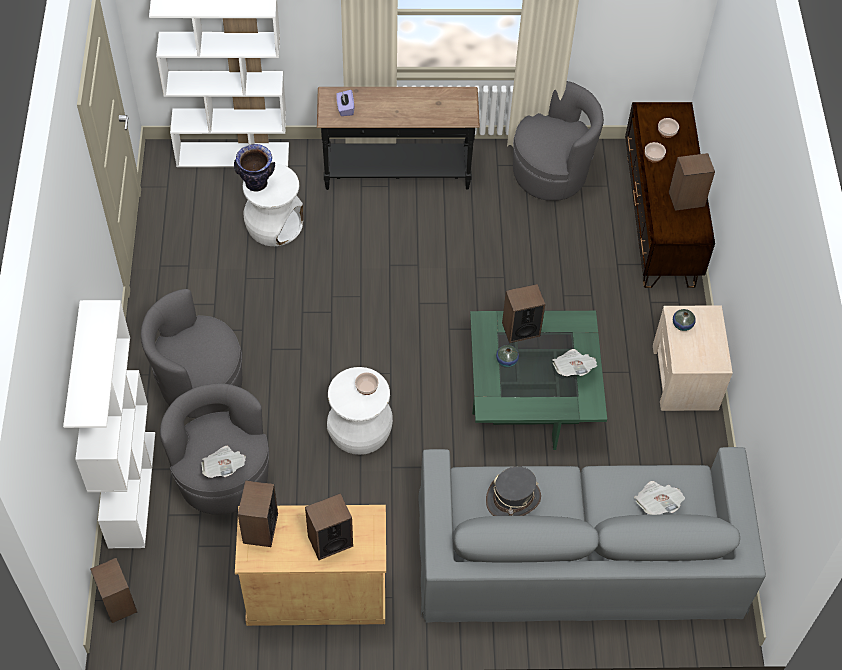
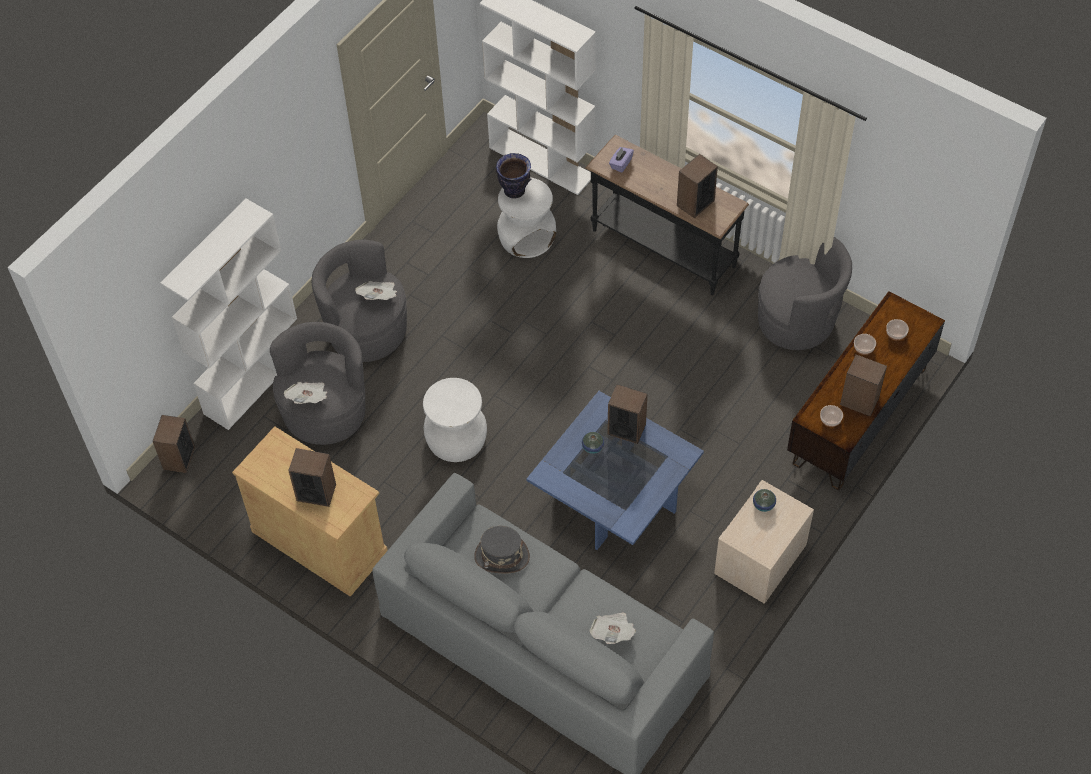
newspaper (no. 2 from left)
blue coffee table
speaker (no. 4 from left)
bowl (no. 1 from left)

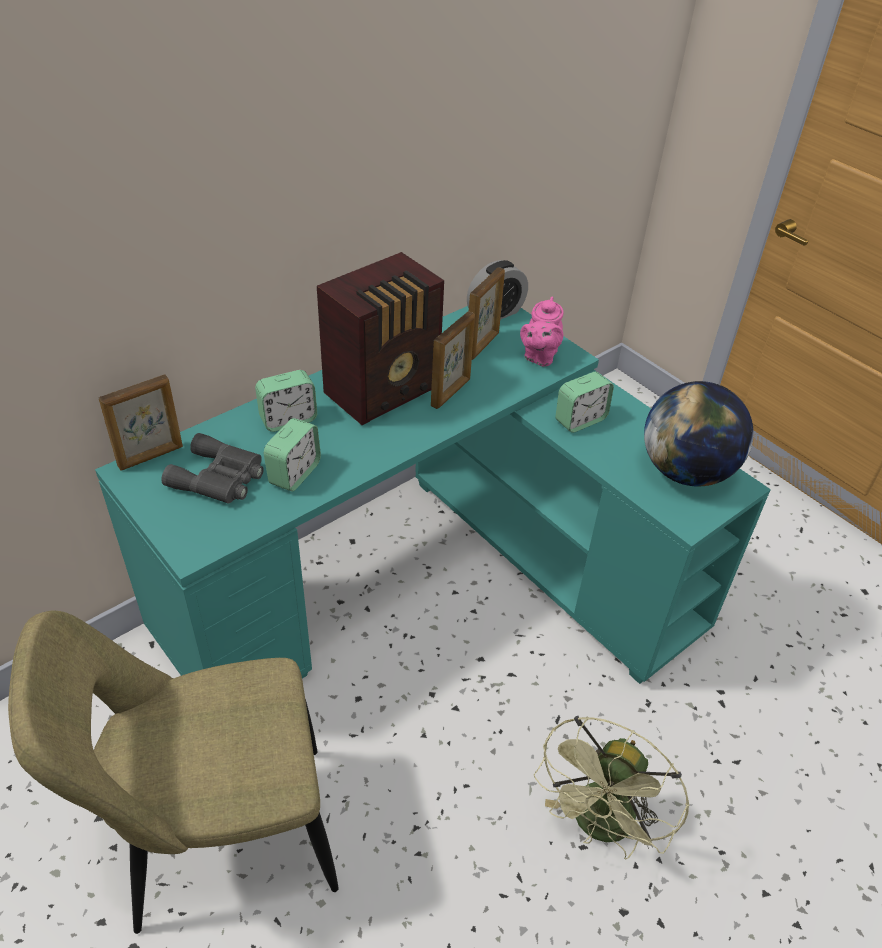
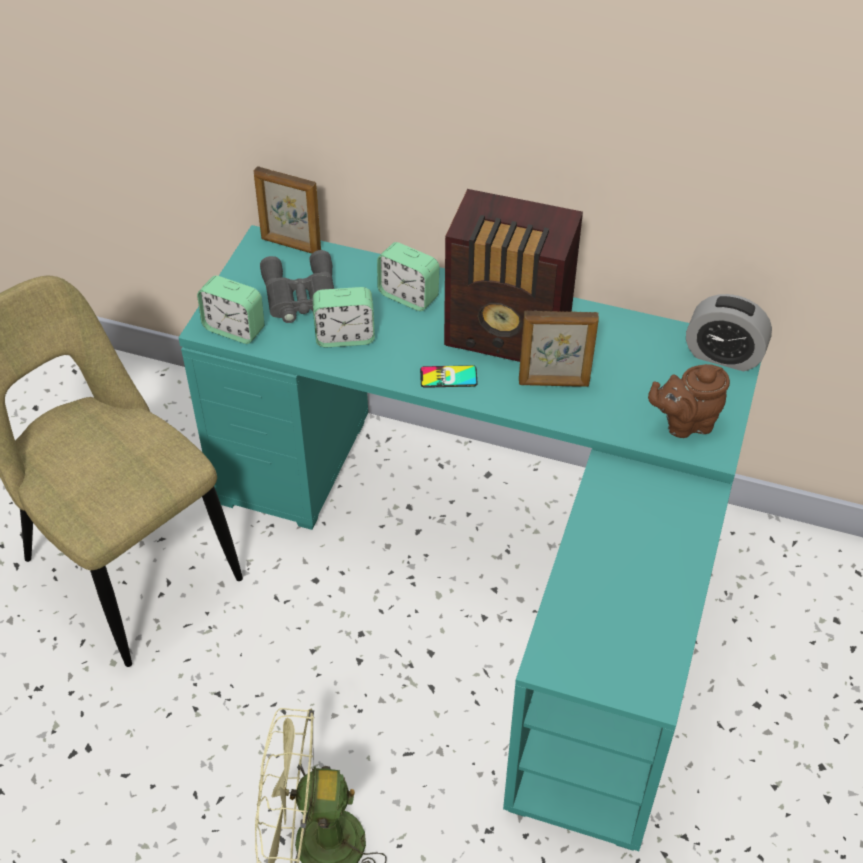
alarm clock (no. 1 from left)
phone
brown teapot
picture frame (no. 3 from left in the first image)
globe

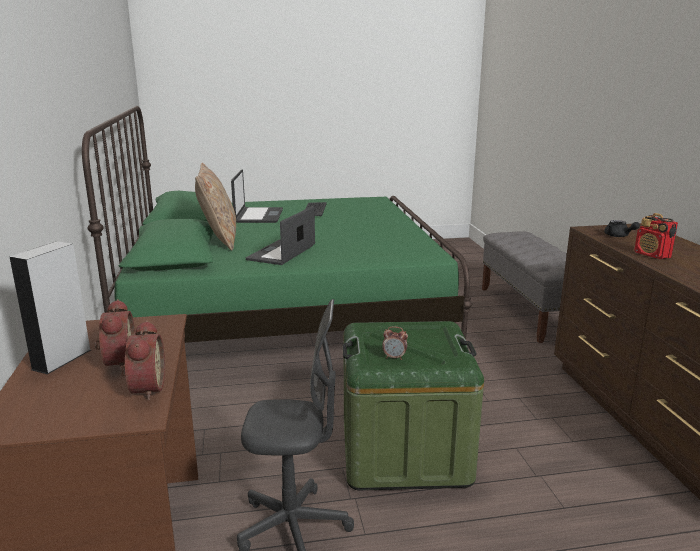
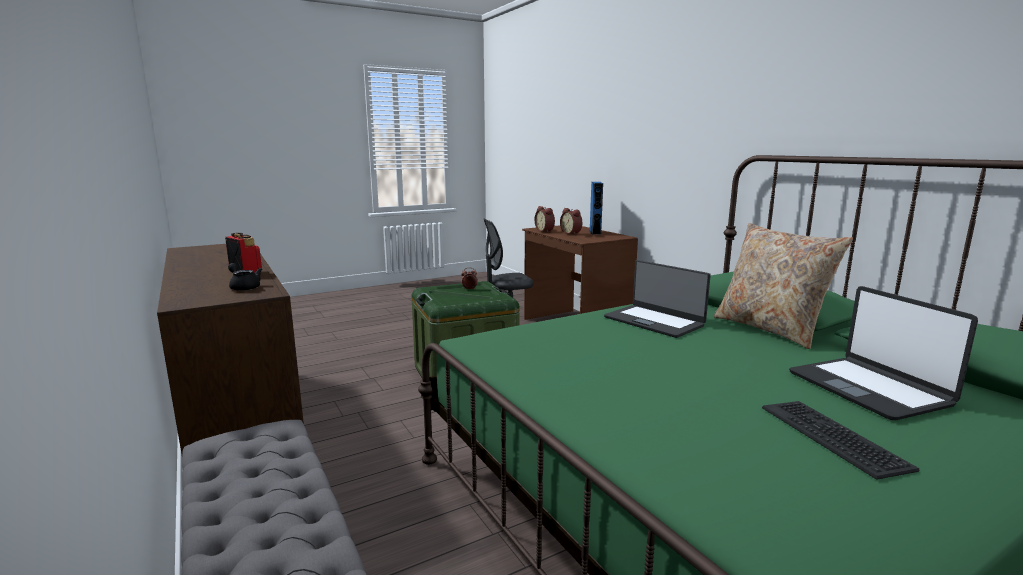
blue speaker
laptop (no. 1 from left)

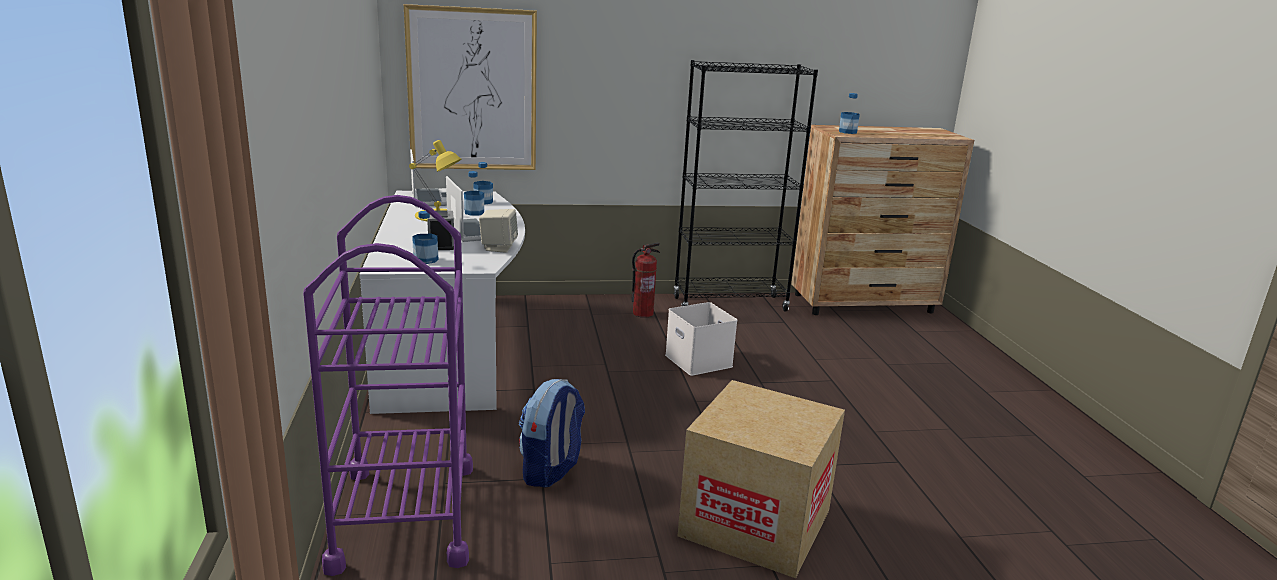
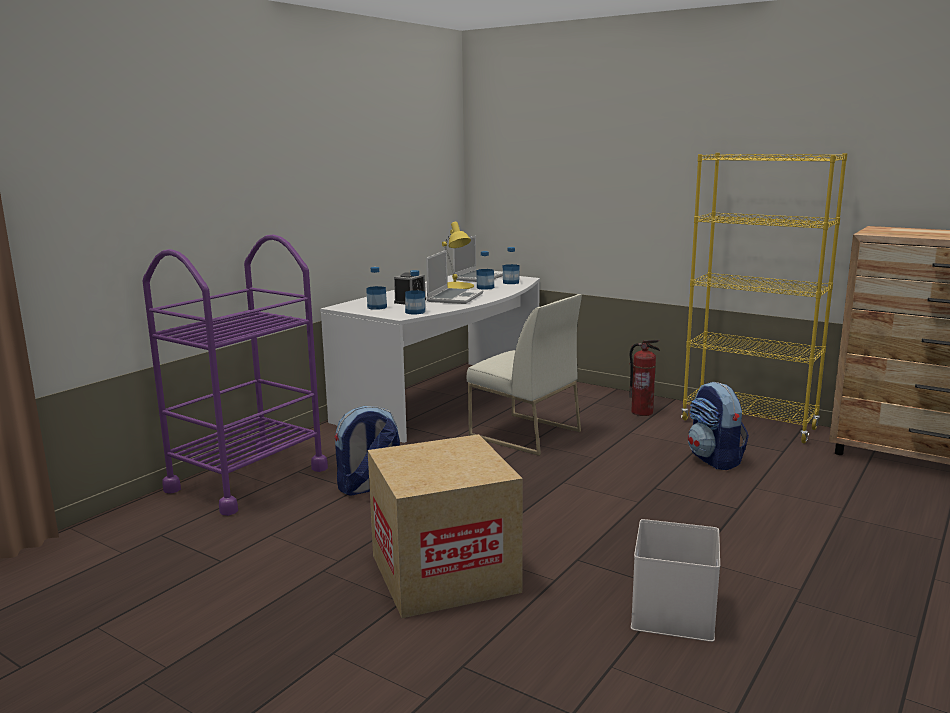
bottle (no. 2 from left)
white chair
white storage box
yellow bookcase
backpack (no. 2 from left)
picture
beige speaker

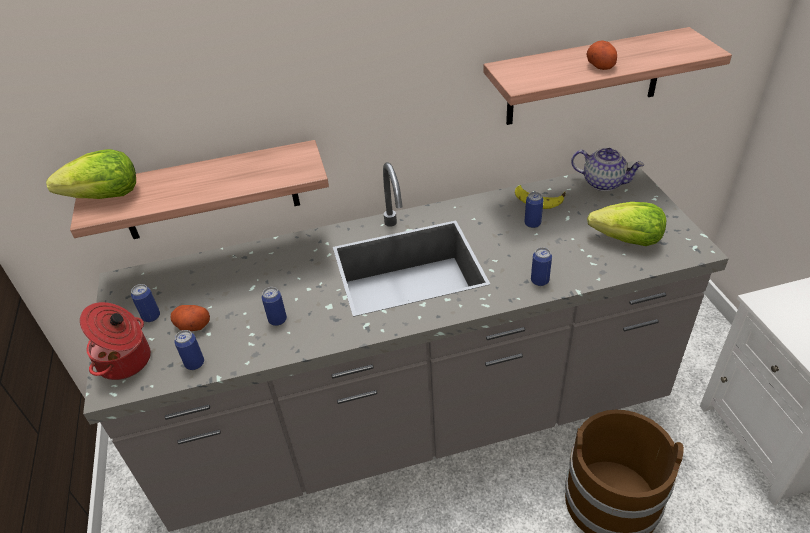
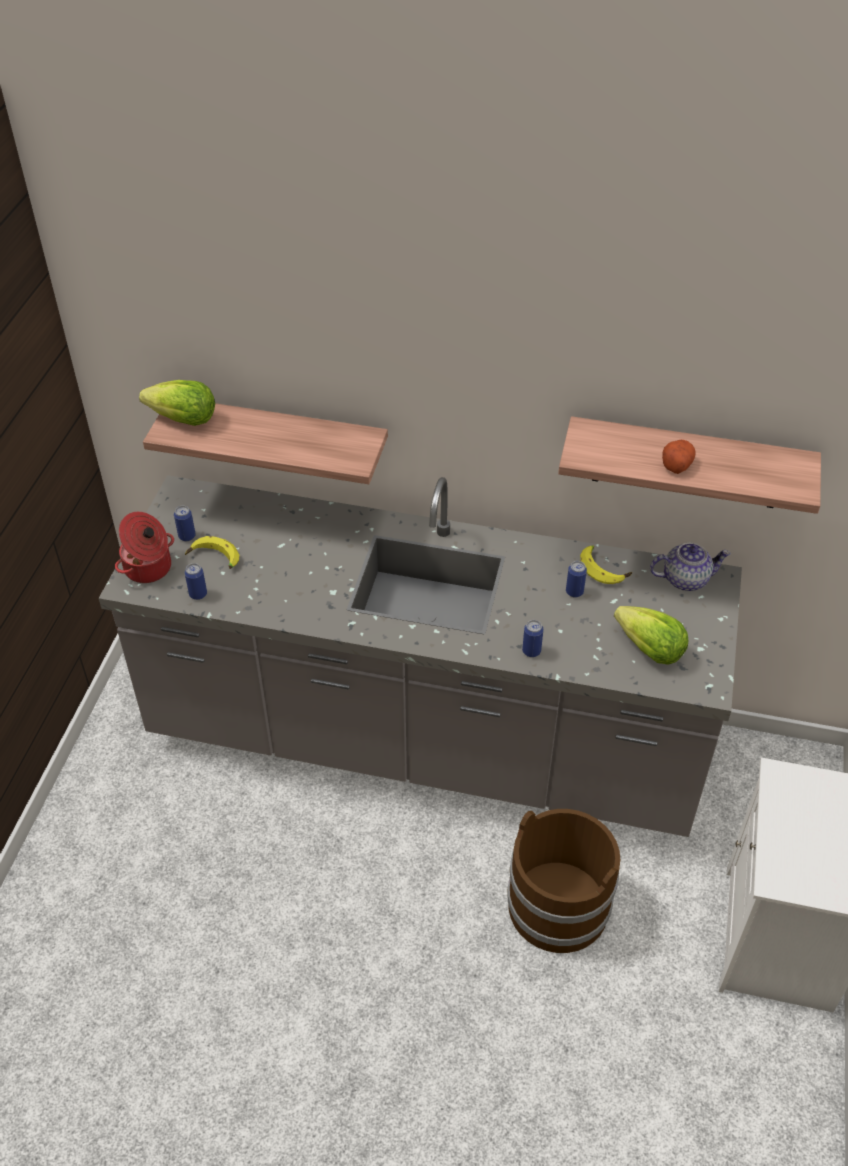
banana (no. 1 from left)
teapot
can (no. 3 from left in the first image)

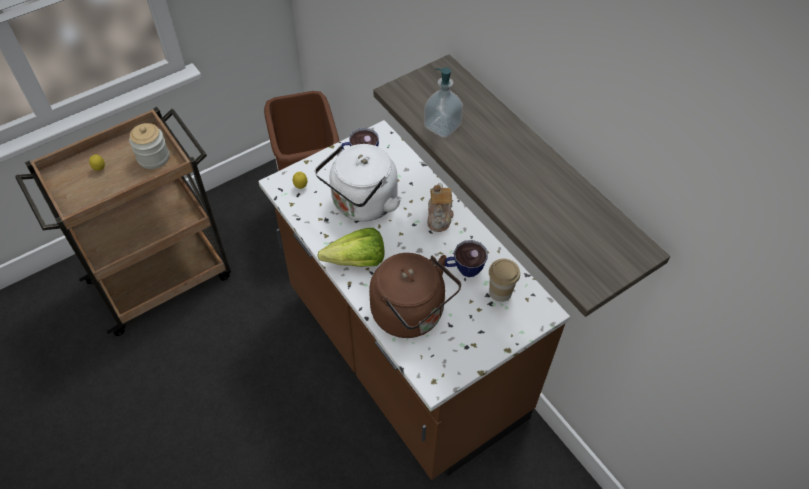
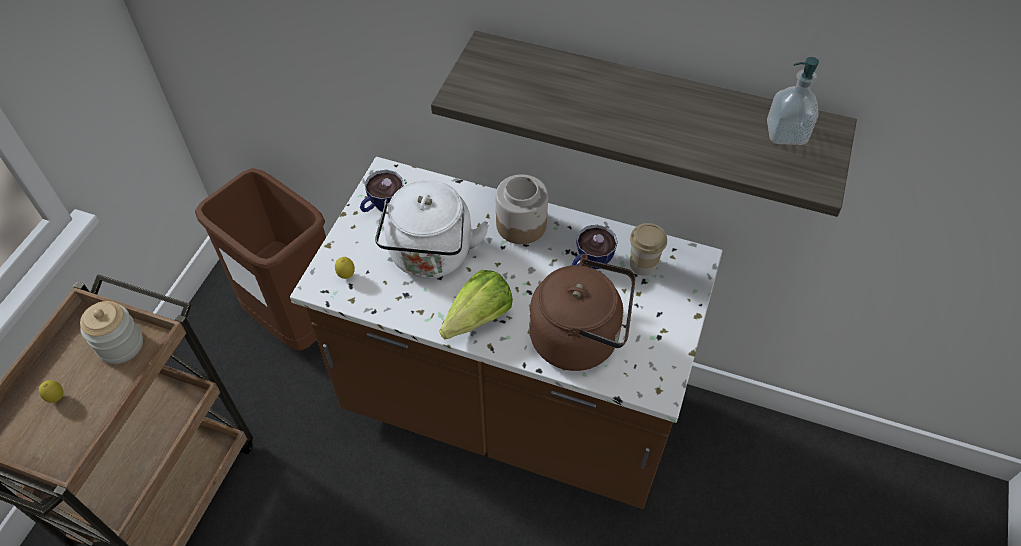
jar (no. 2 from left)
soap dispenser

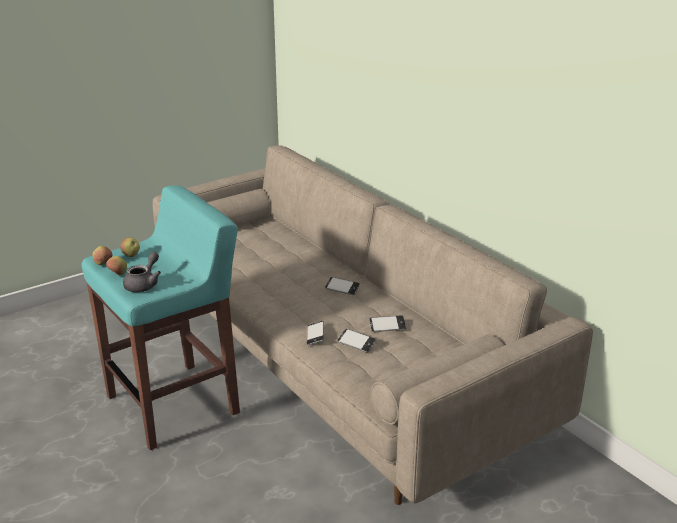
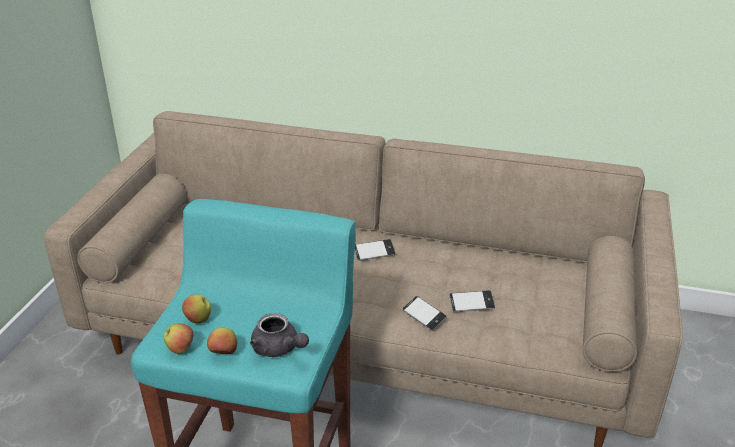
grey teapot
phone (no. 4 from left in the first image)

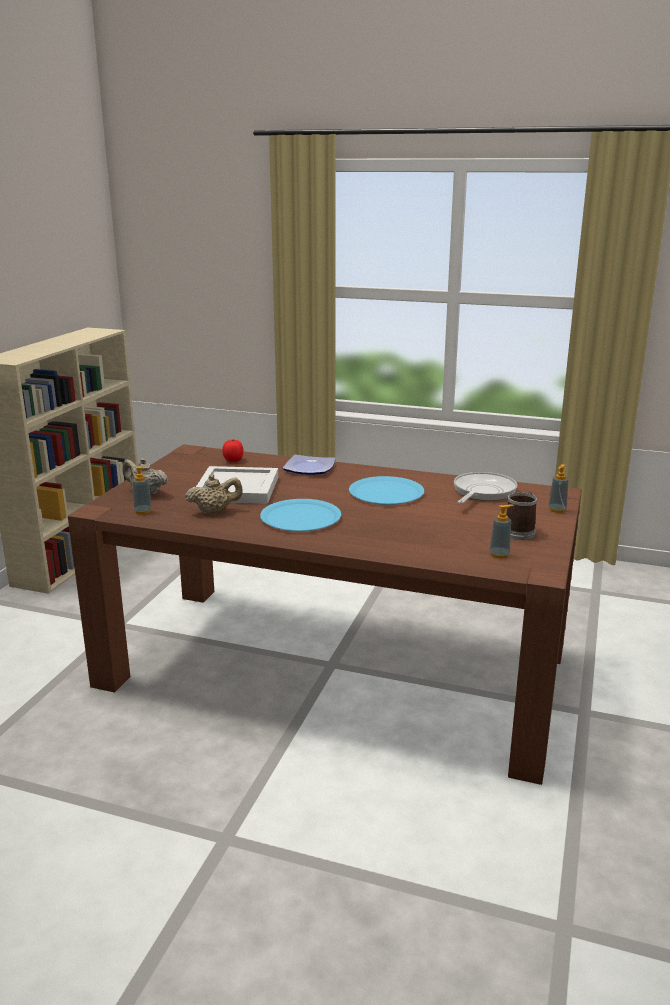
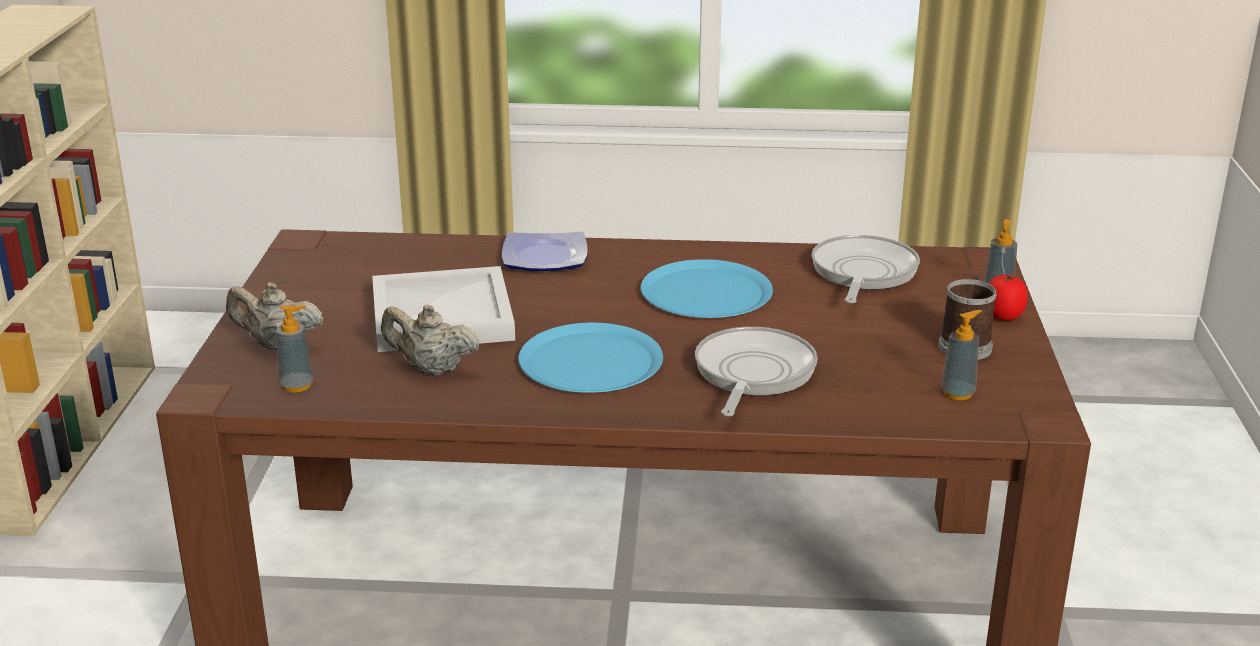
beige teapot (no. 2 from left)
frying pan (no. 1 from left)
tomato

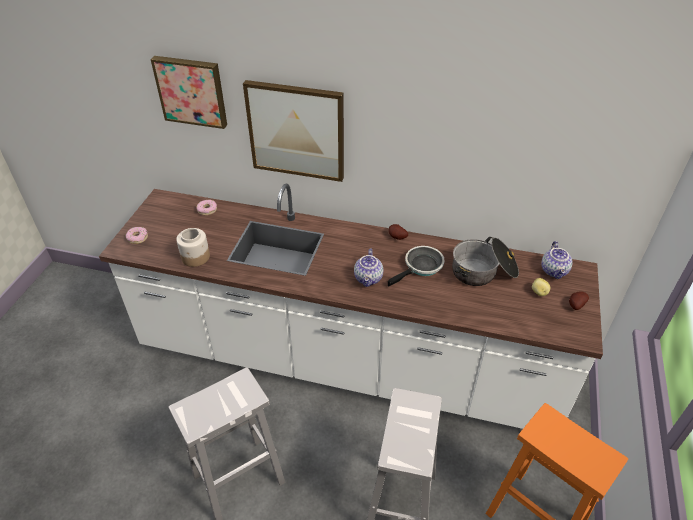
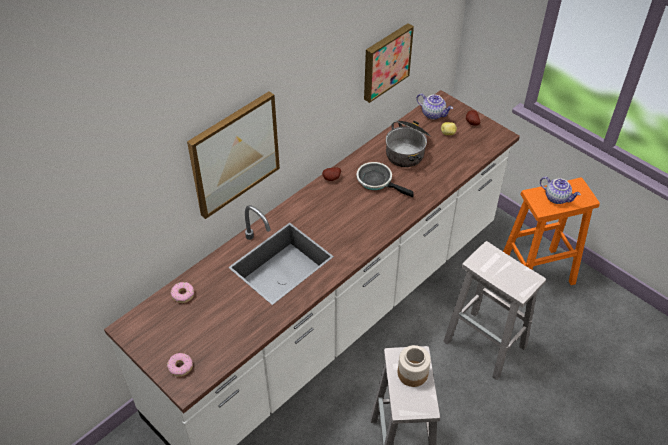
frying pan
picture (no. 2 from left)
jar
teapot (no. 2 from left)

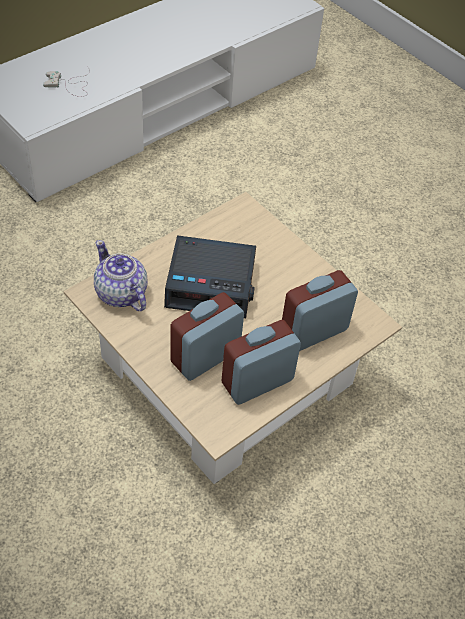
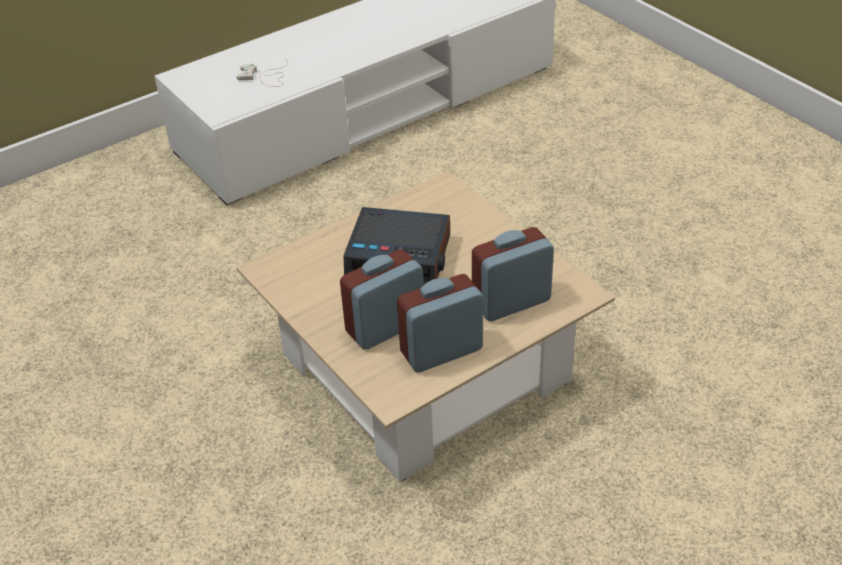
teapot

